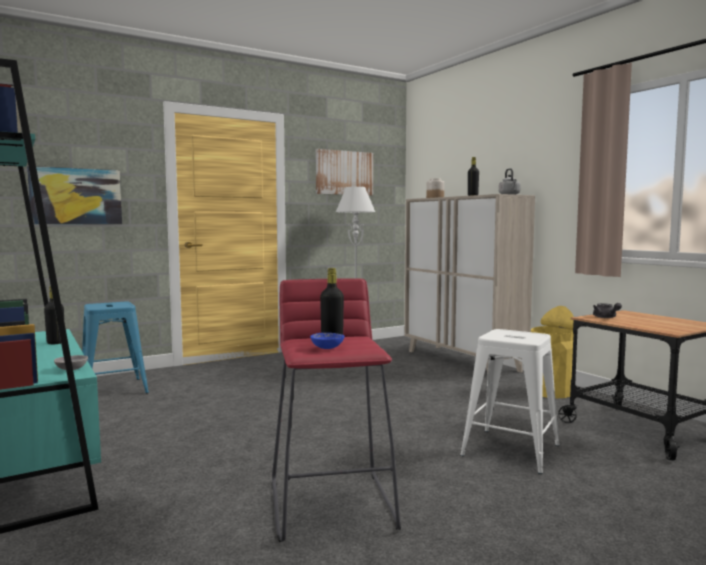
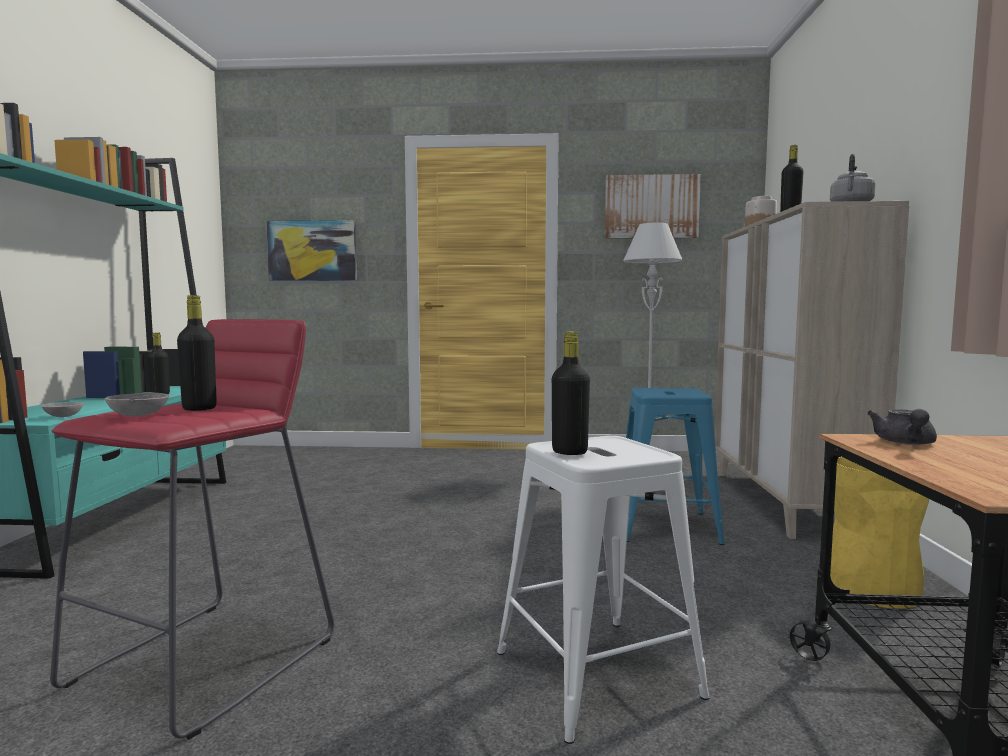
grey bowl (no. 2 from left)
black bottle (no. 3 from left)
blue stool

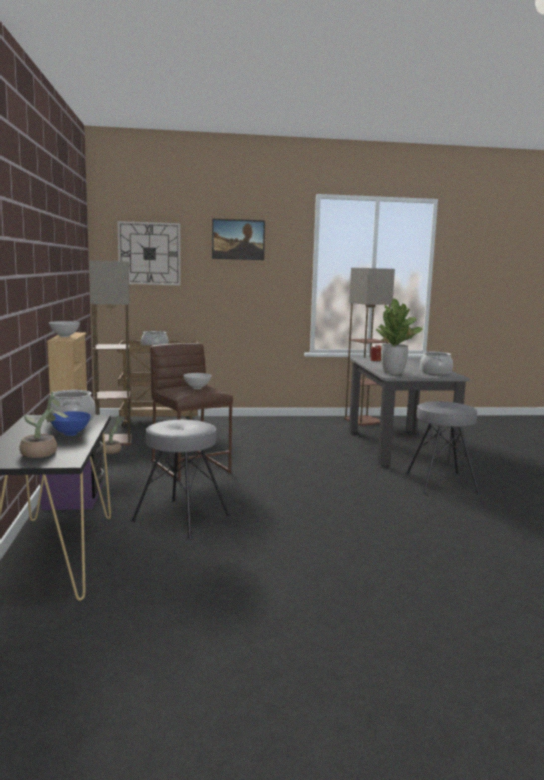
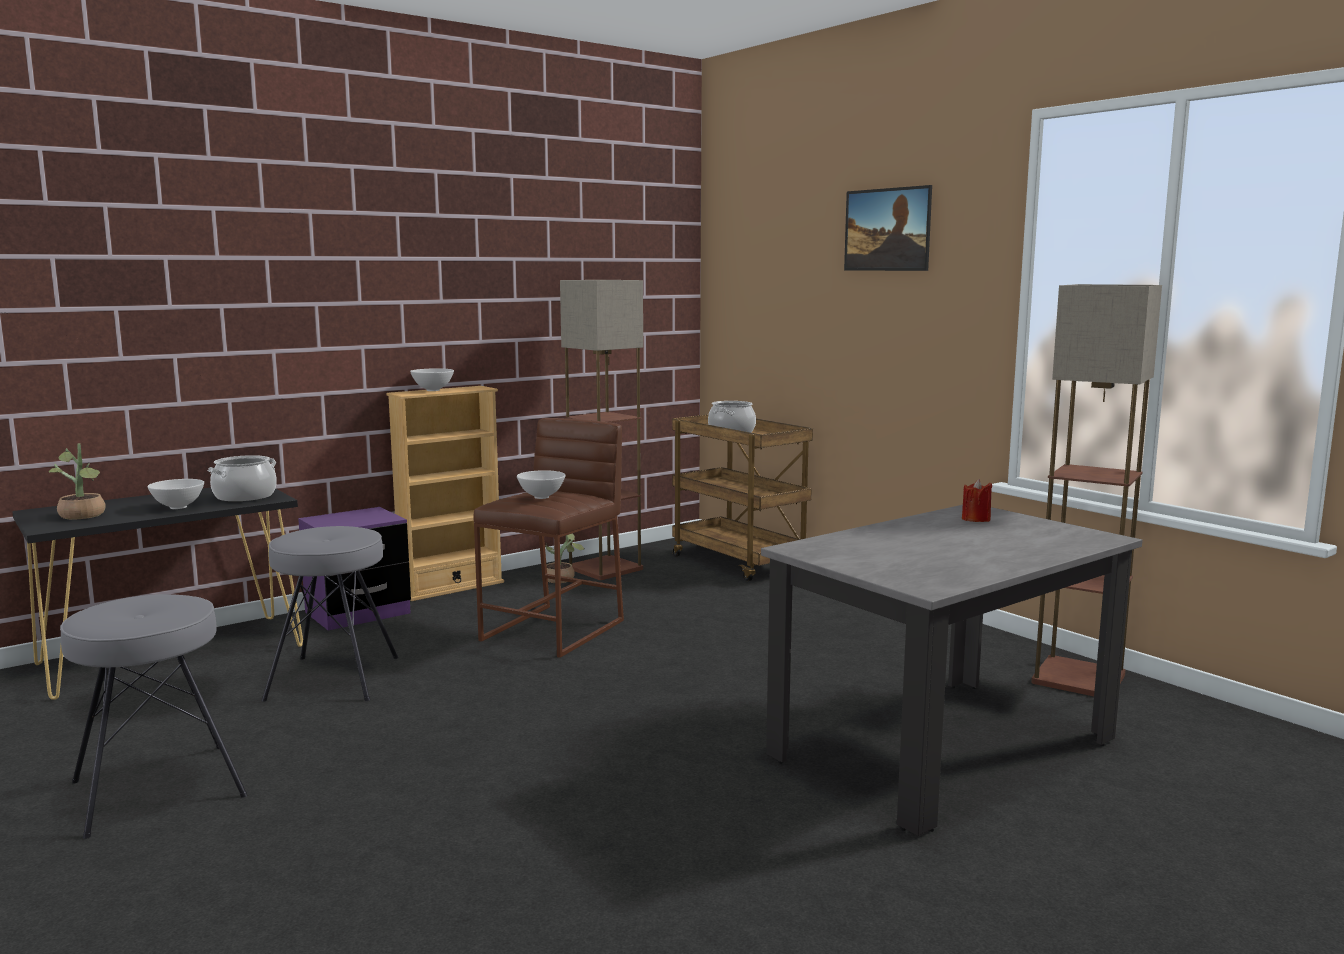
grey stool (no. 1 from left)
white bowl (no. 1 from left)
wall clock
potted plant (no. 3 from left in the first image)
cooking pot (no. 3 from left in the first image)

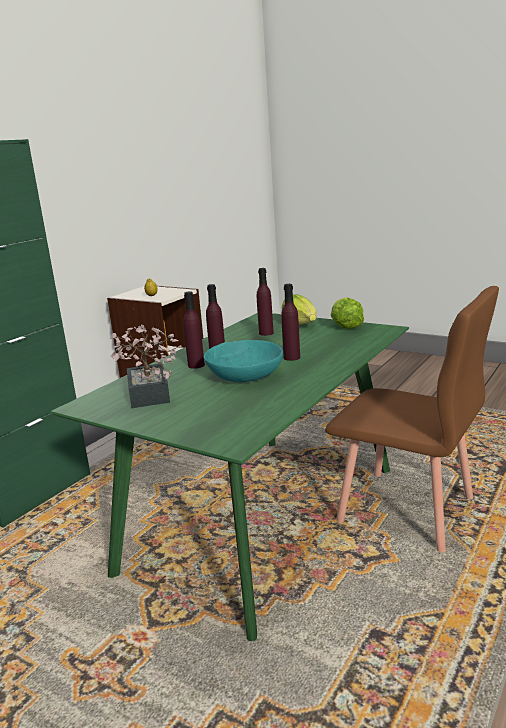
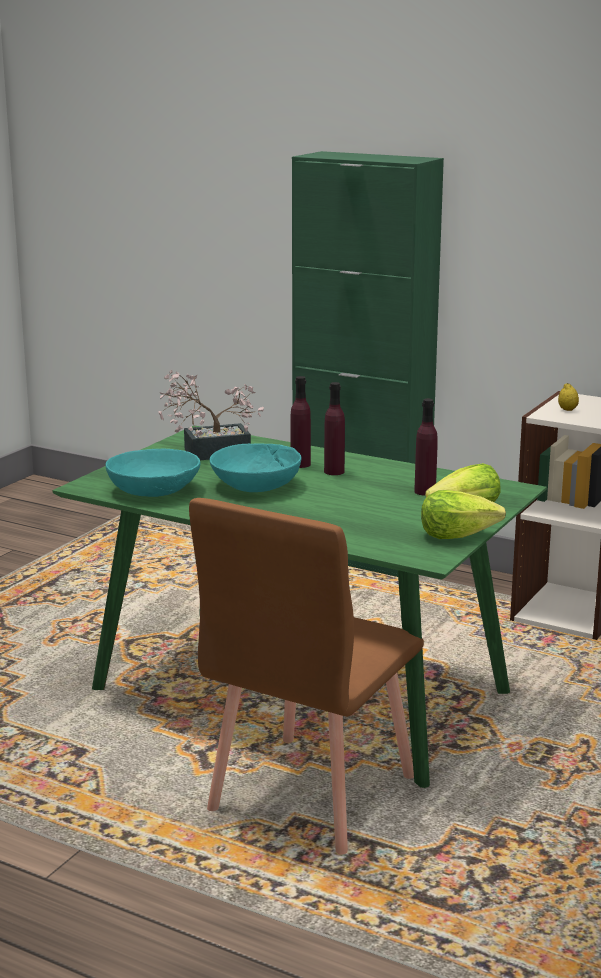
turquoise bowl (no. 1 from left)
purple bottle (no. 4 from left in the first image)

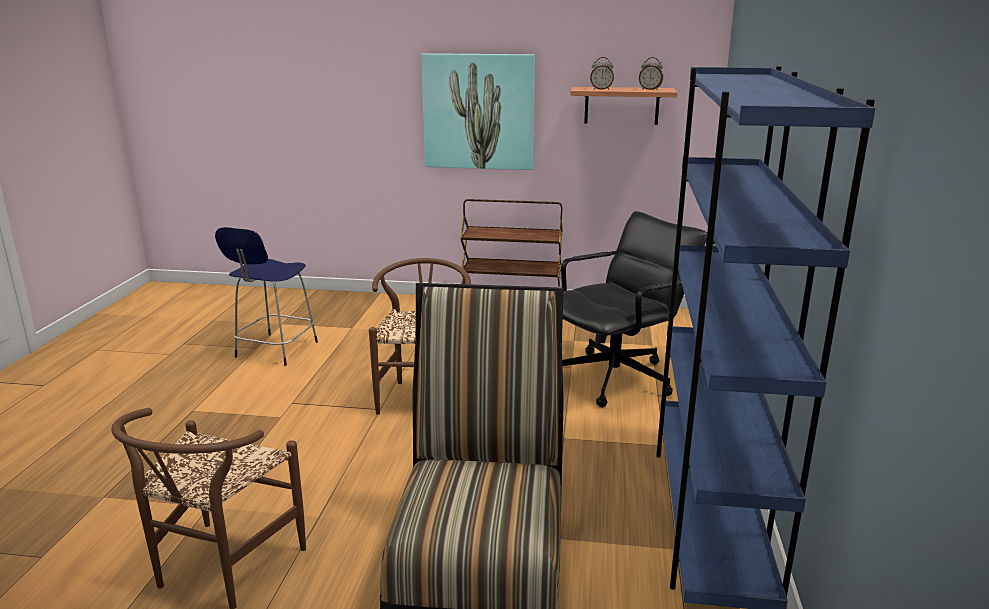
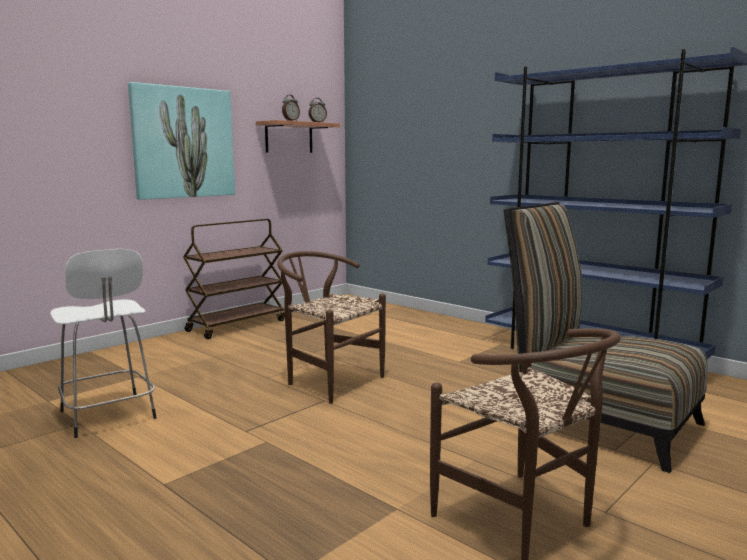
white stool
black office chair

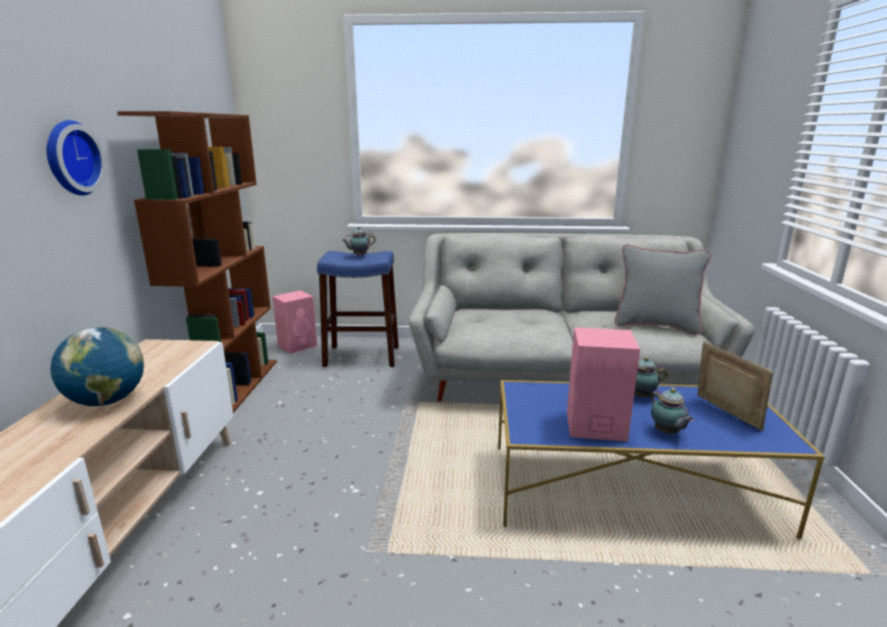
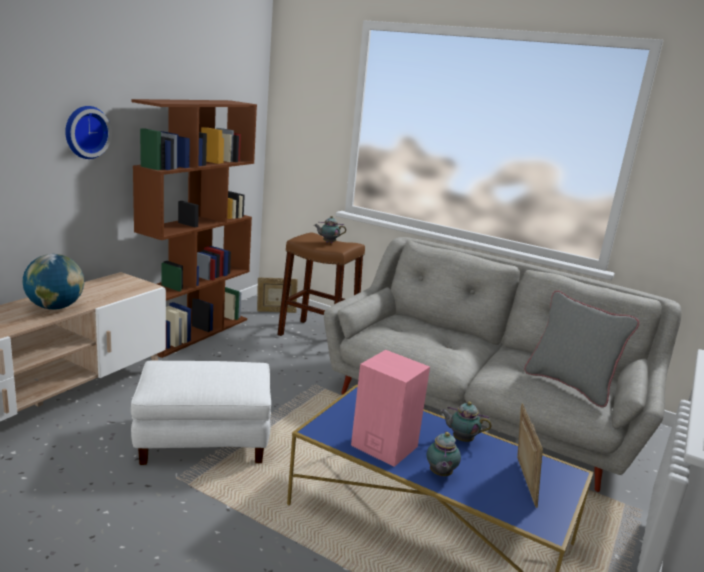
white ottoman
picture frame (no. 1 from left)
brown stool

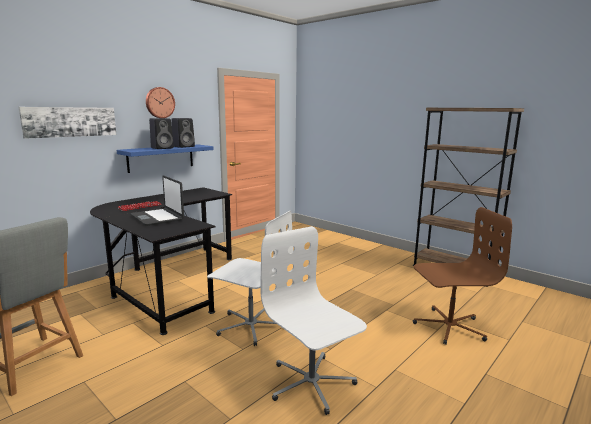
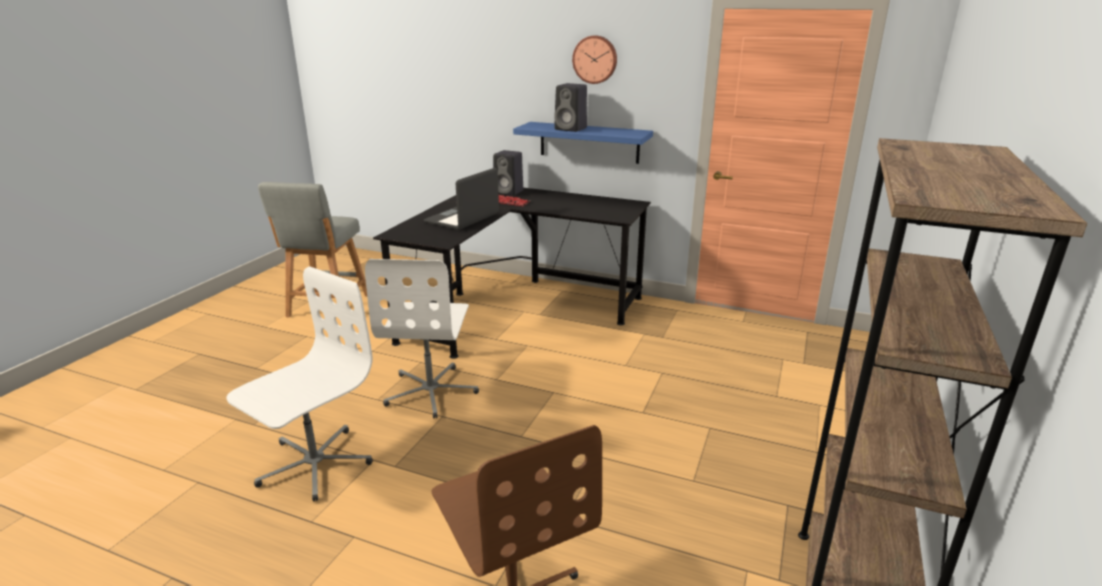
black speaker (no. 1 from left)
picture

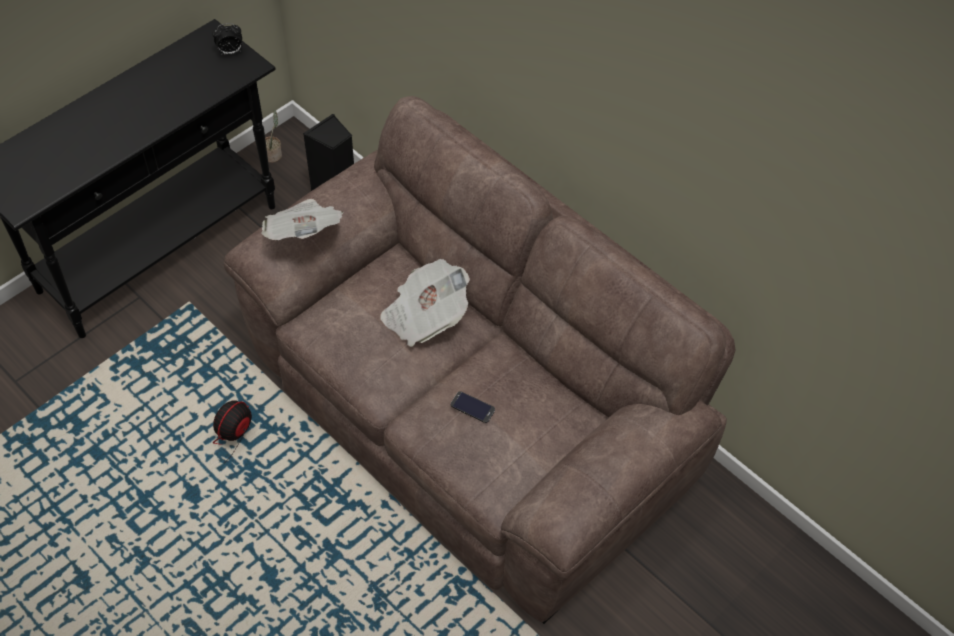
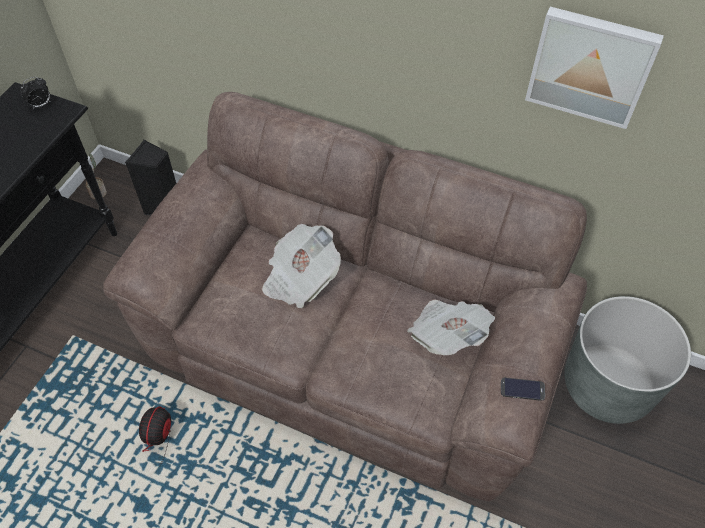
newspaper (no. 2 from left)
phone
picture
grey planter

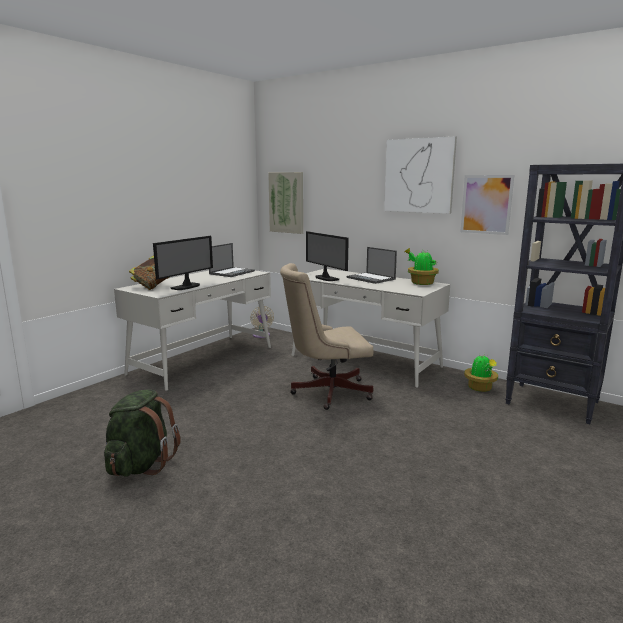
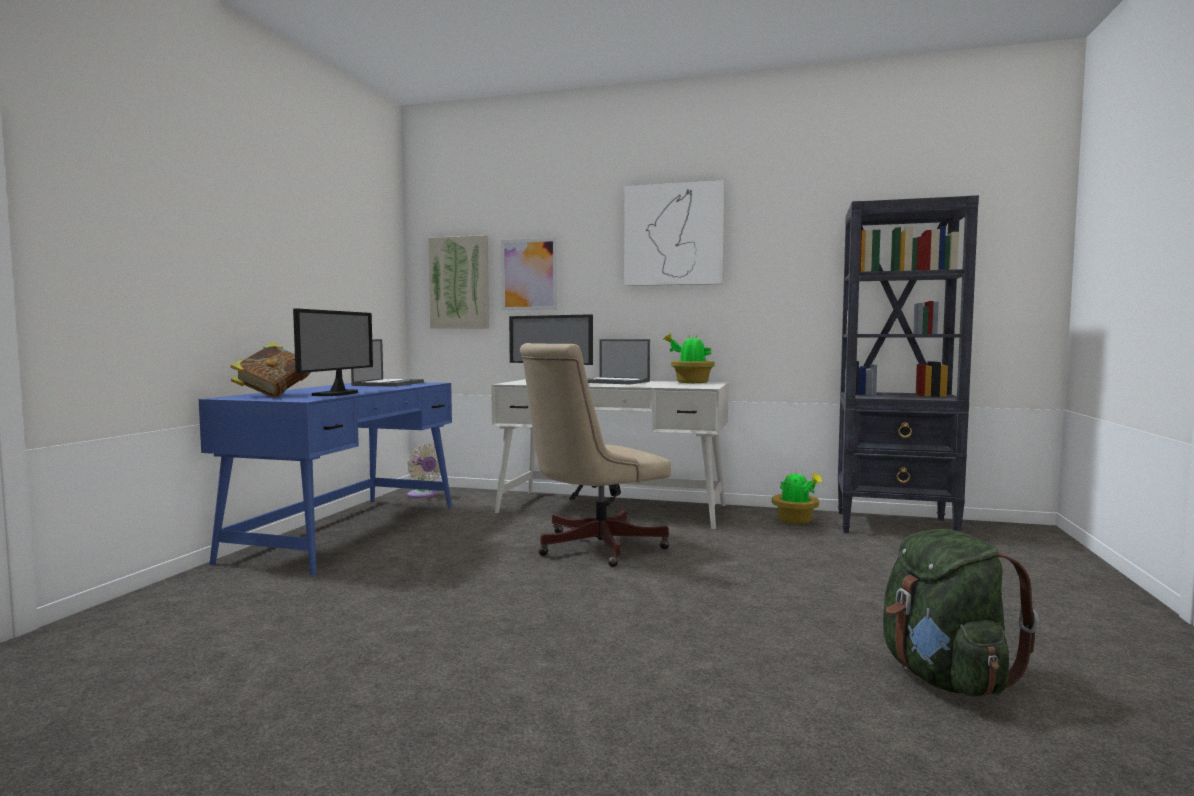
blue desk
picture (no. 2 from left)
green backpack

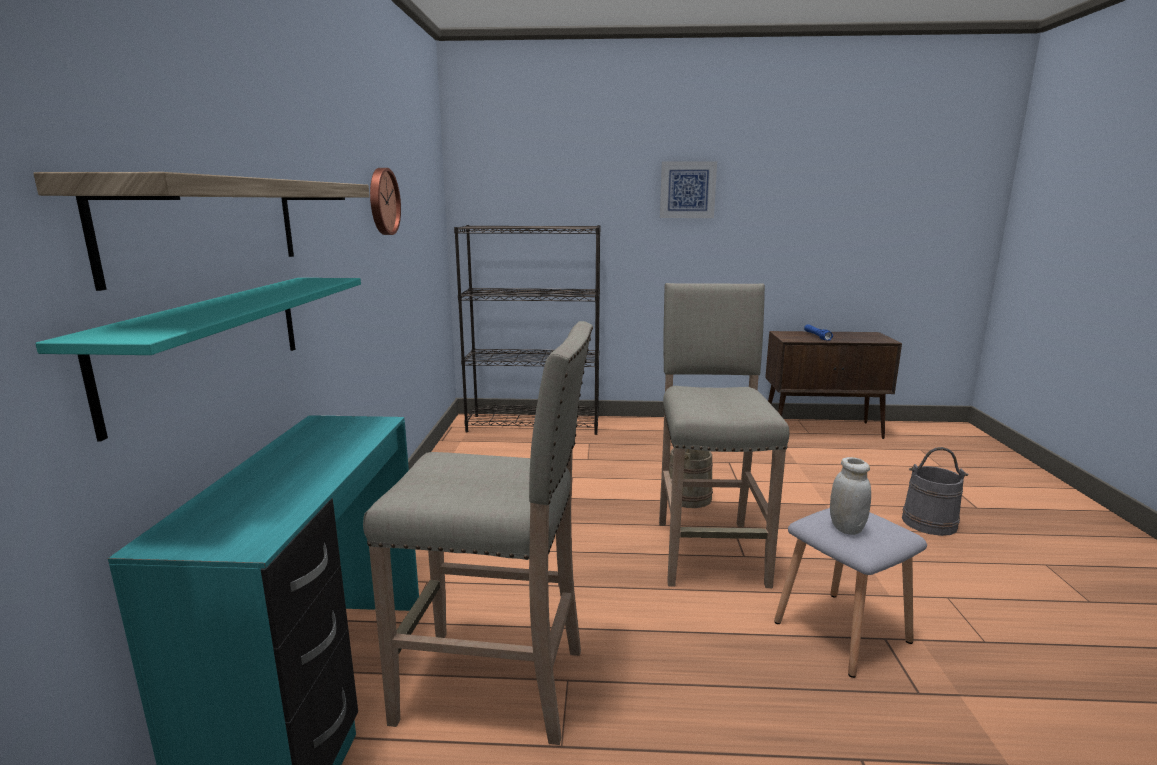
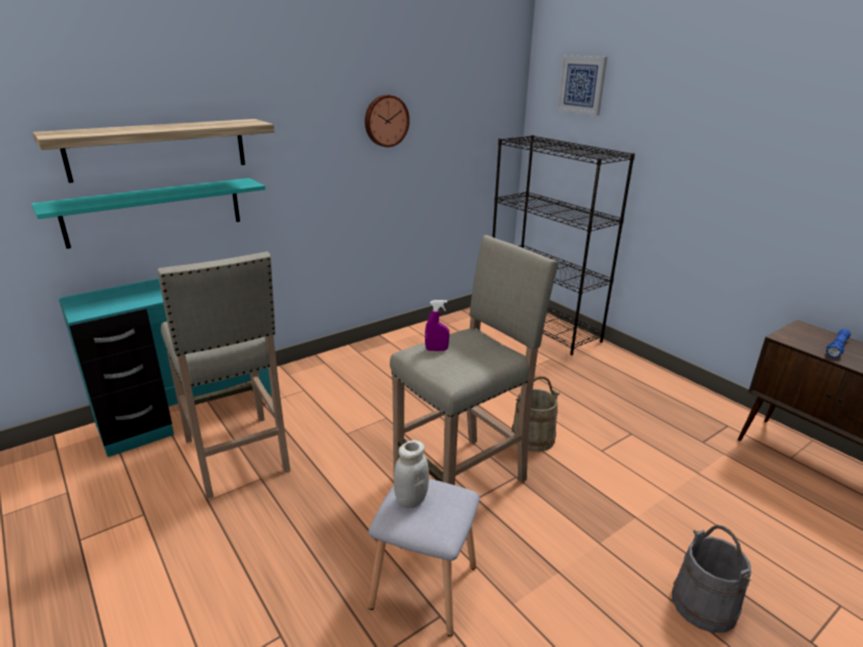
purple spray bottle
picture

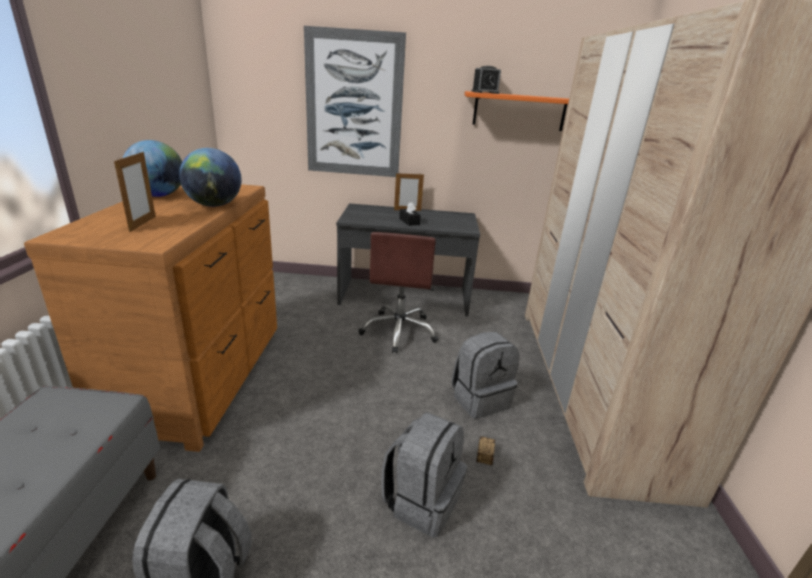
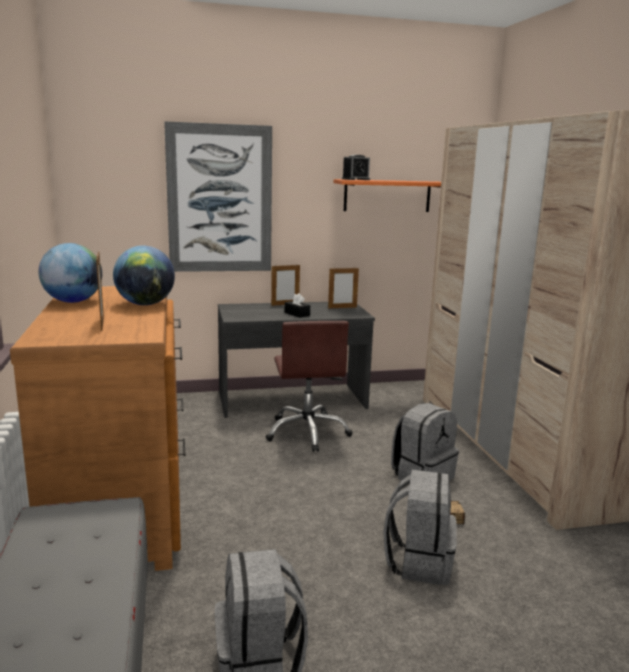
picture frame (no. 3 from left)

